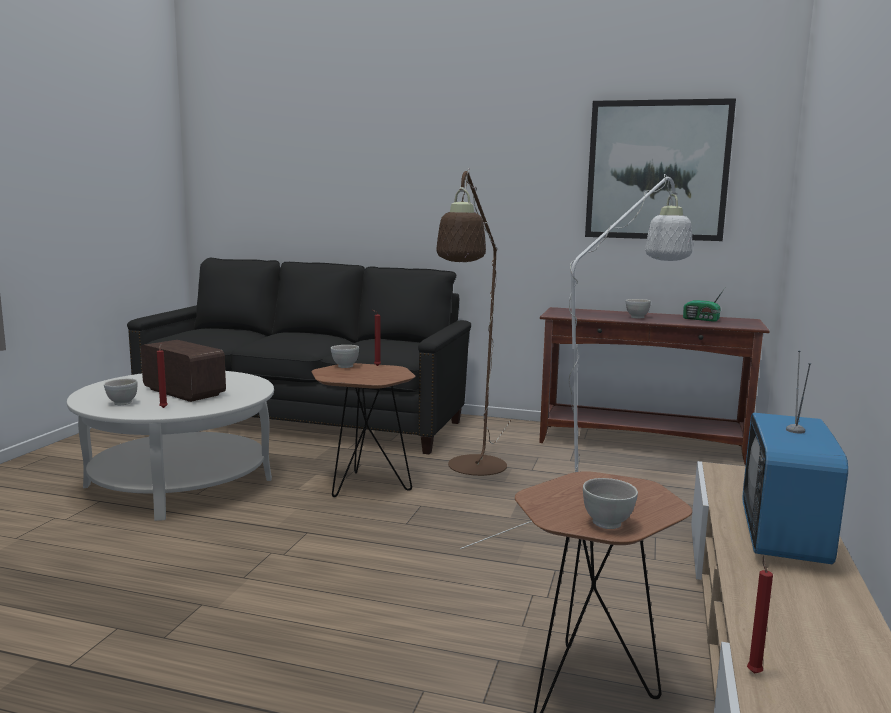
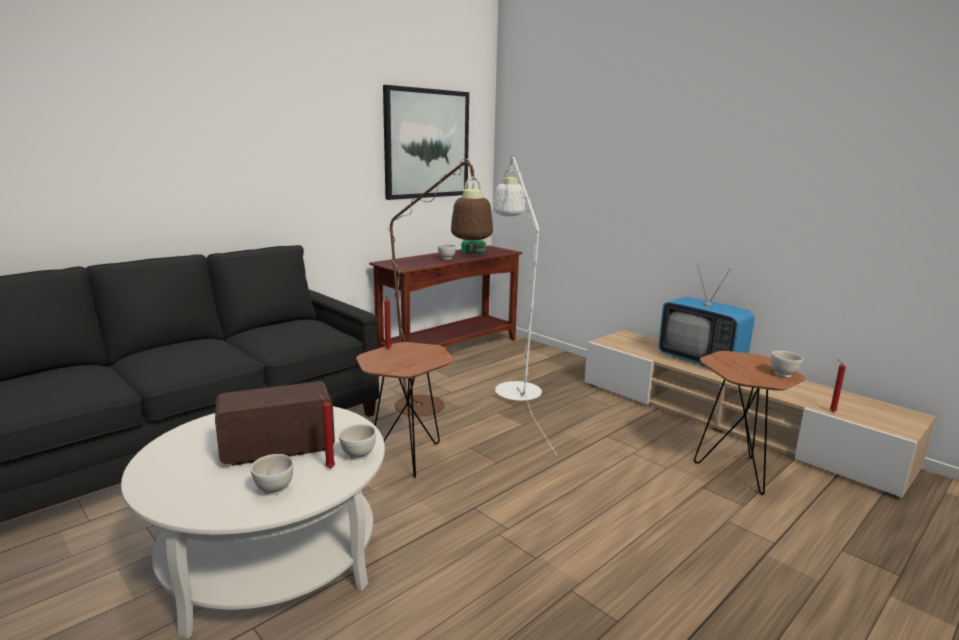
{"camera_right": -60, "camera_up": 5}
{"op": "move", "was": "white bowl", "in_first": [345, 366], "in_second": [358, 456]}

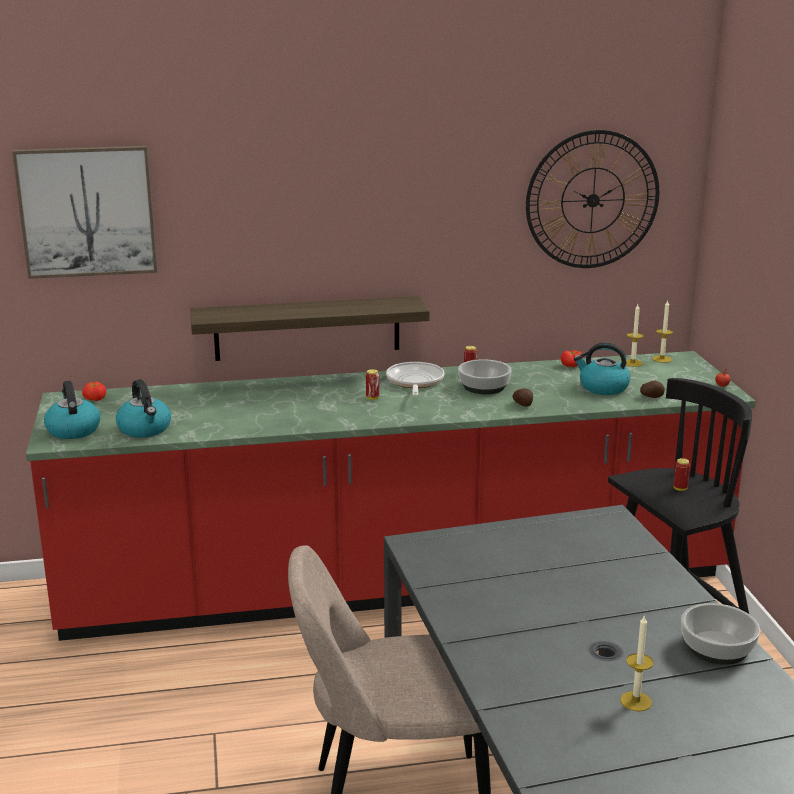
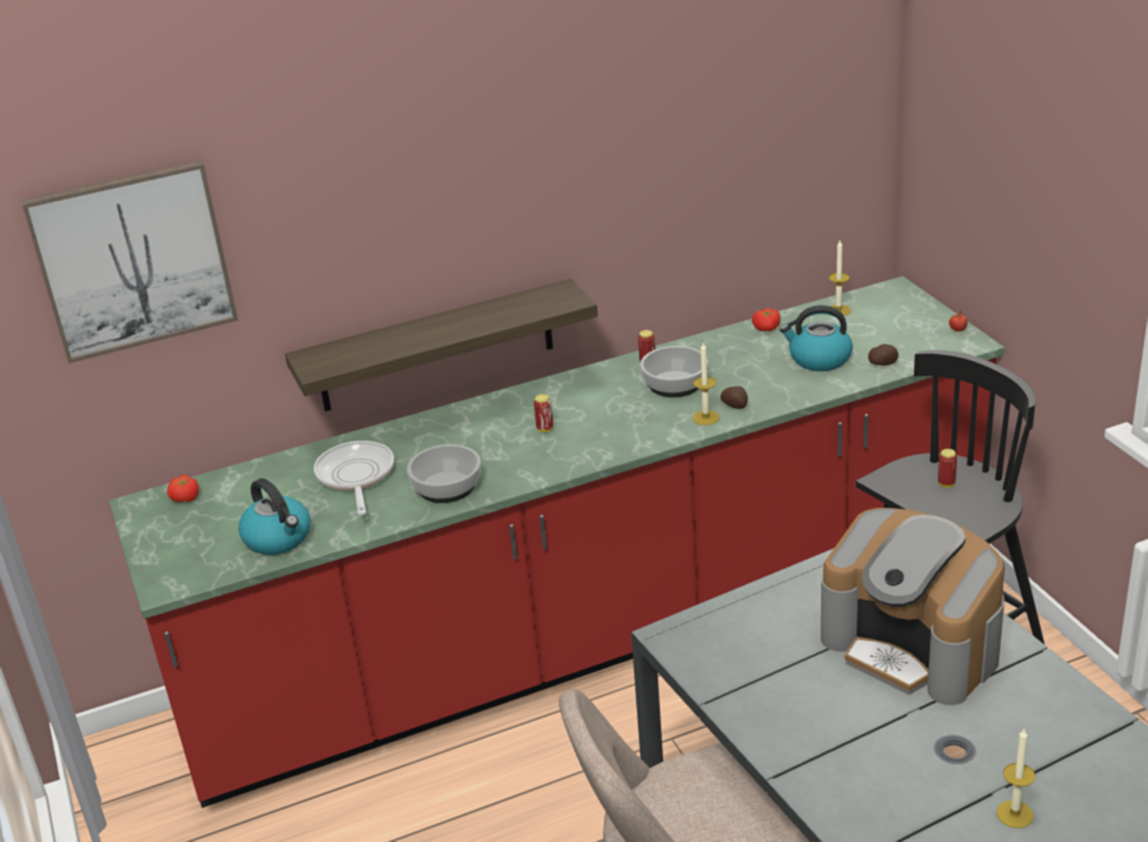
{"camera_right": -10, "camera_up": 10}
{"op": "move", "was": "frying pan", "in_first": [414, 382], "in_second": [355, 477]}
{"op": "move", "was": "bowl", "in_first": [716, 647], "in_second": [446, 486]}
{"op": "move", "was": "candle", "in_first": [662, 359], "in_second": [705, 417]}
{"op": "insert", "now": "coffee machine", "in_second": [913, 646]}
{"op": "delete", "was": "kettle", "in_first": [73, 430]}
{"op": "delete", "was": "wall clock", "in_first": [592, 200]}

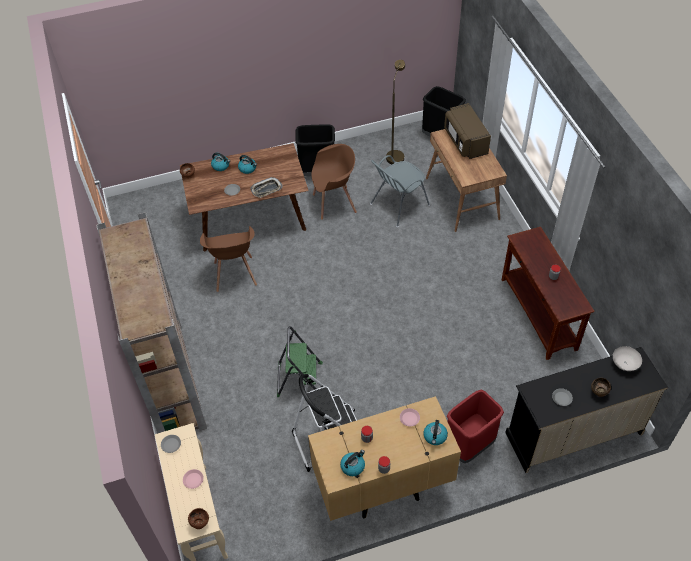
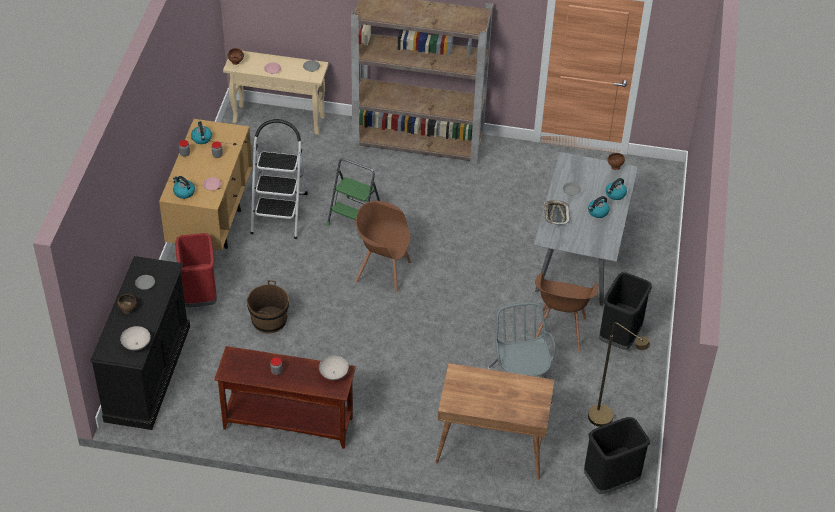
{"camera_right": 115, "camera_up": -5}
{"op": "insert", "now": "brown bucket", "in_second": [269, 320]}
{"op": "insert", "now": "white bowl", "in_second": [333, 374]}
{"op": "move", "was": "brown chair", "in_first": [235, 274], "in_second": [382, 271]}
{"op": "recolor", "was": "brown dining table", "now": "grey dining table", "in_first": [250, 220], "in_second": [579, 254]}
{"op": "delete", "was": "brown microwave", "in_first": [465, 141]}

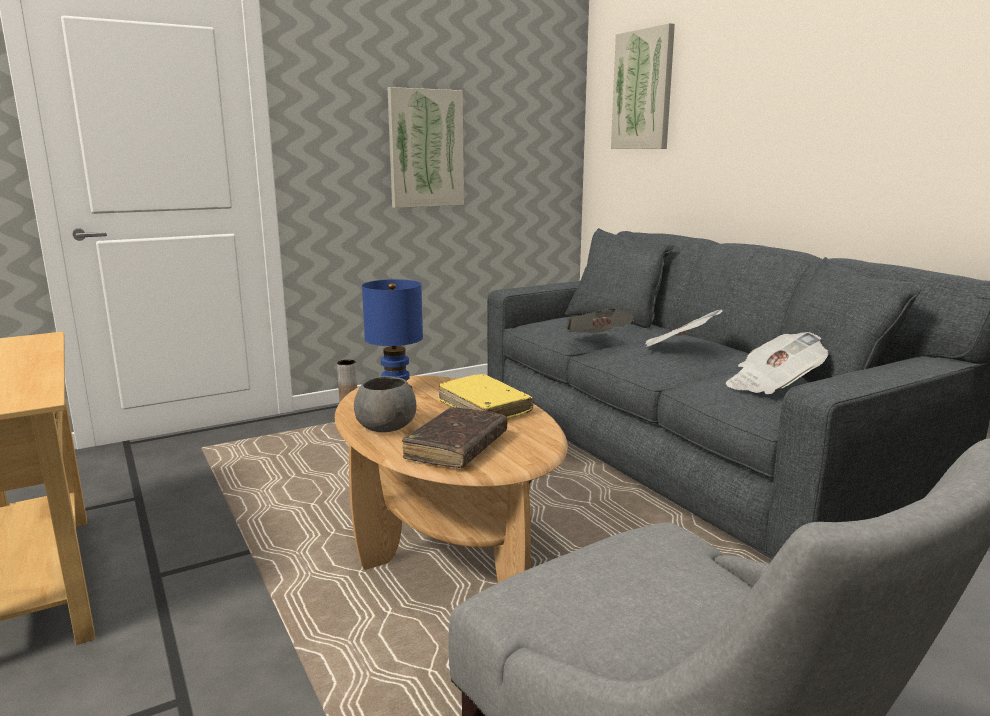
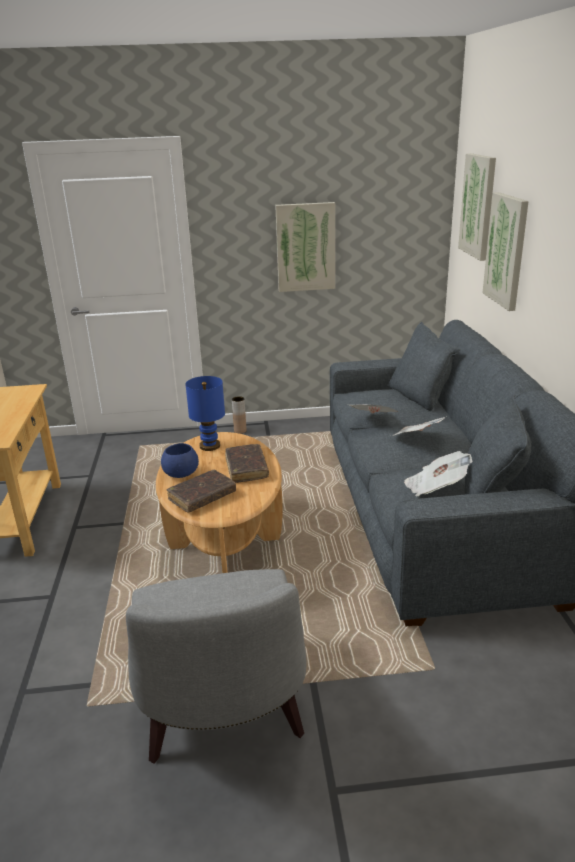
{"camera_right": 25, "camera_up": 10}
{"op": "recolor", "was": "grey bowl", "now": "blue bowl", "in_first": [385, 427], "in_second": [180, 473]}
{"op": "recolor", "was": "yellow book", "now": "brown book", "in_first": [484, 408], "in_second": [246, 468]}
{"op": "insert", "now": "picture", "in_second": [506, 250]}

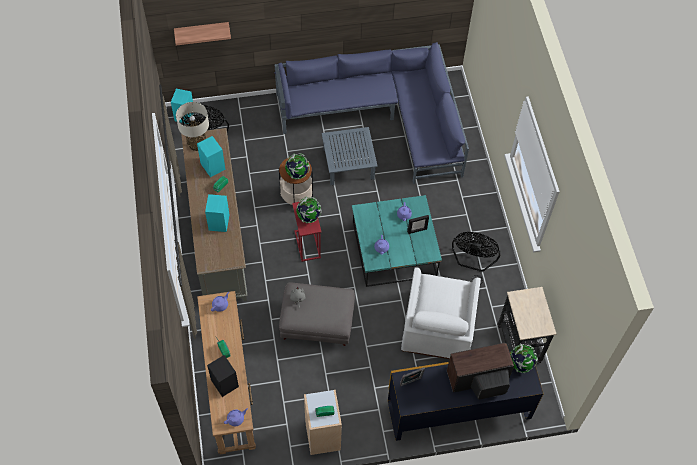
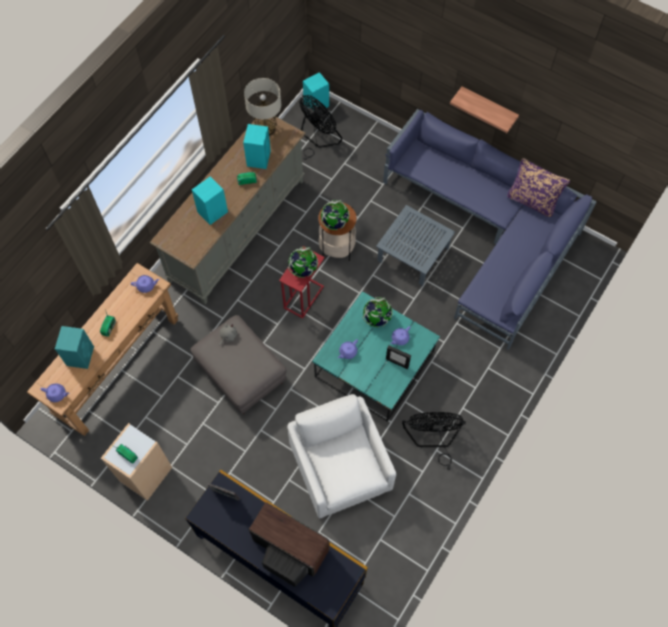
{"camera_right": 45, "camera_up": 5}
{"op": "recolor", "was": "black speaker", "now": "turquoise speaker", "in_first": [224, 383], "in_second": [80, 355]}
{"op": "rotate", "was": "white armchair", "in_first": [437, 325], "in_second": [341, 466], "clockwise": 105}
{"op": "move", "was": "globe", "in_first": [520, 364], "in_second": [376, 319]}
{"op": "rotate", "was": "black fan", "in_first": [473, 263], "in_second": [434, 438], "clockwise": -60}
{"op": "move", "was": "shelf", "in_first": [202, 31], "in_second": [488, 107]}
{"op": "insert", "now": "purple pillow", "in_second": [532, 202]}
{"op": "delete", "was": "cart", "in_first": [519, 344]}

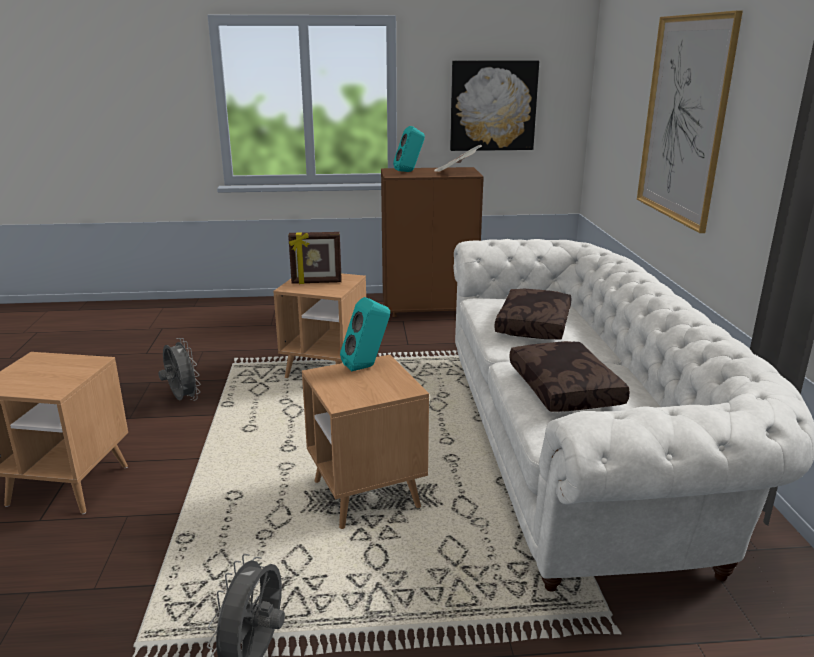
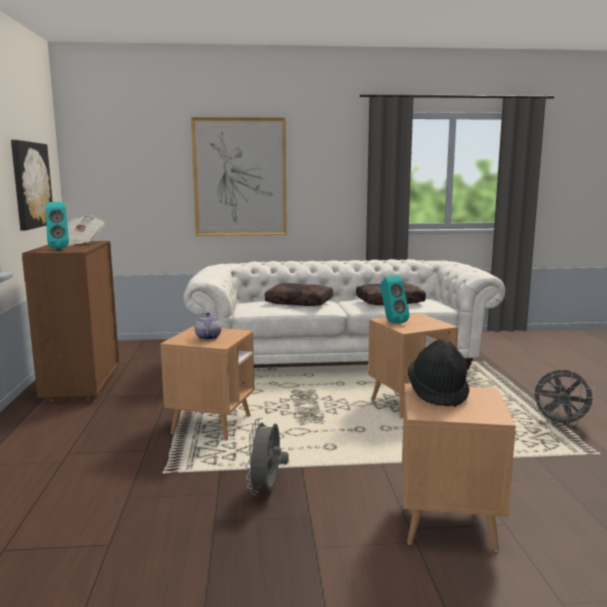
{"camera_right": -90, "camera_up": -10}
{"op": "replace", "was": "picture frame", "now": "teapot", "in_first": [316, 282], "in_second": [208, 337]}
{"op": "rotate", "was": "grey fan", "in_first": [182, 399], "in_second": [267, 490], "clockwise": -45}
{"op": "insert", "now": "black hat", "in_second": [438, 393]}

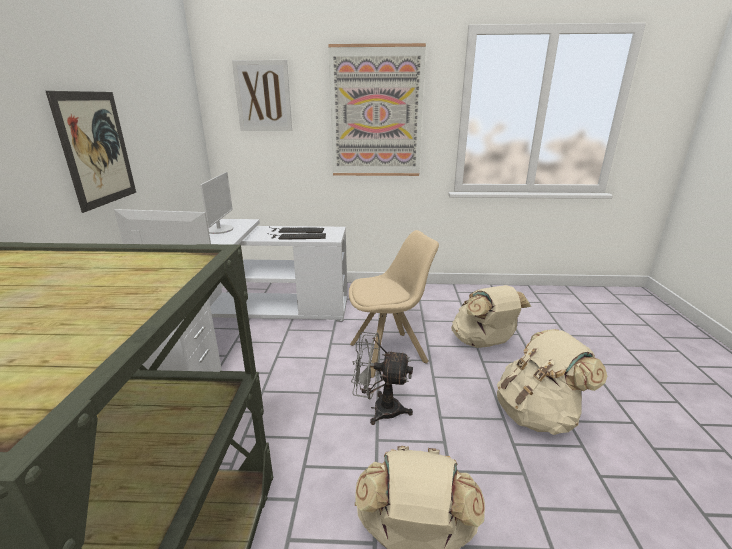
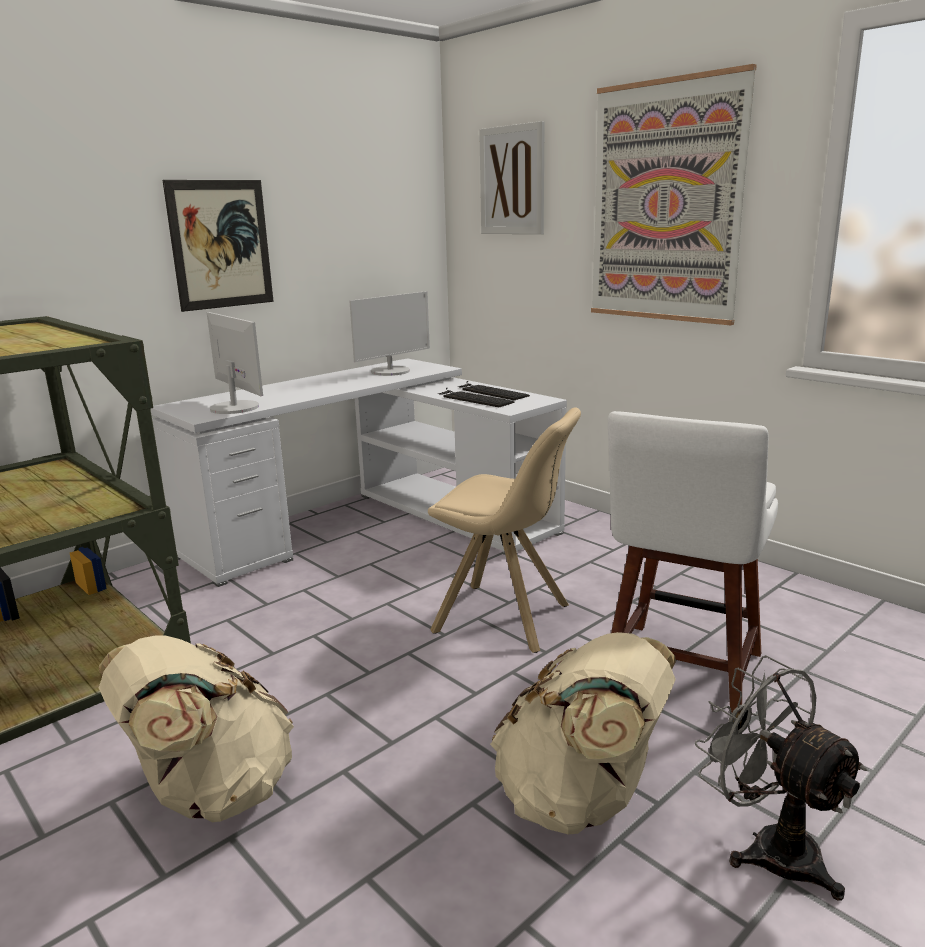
{"camera_right": 45, "camera_up": -5}
{"op": "replace", "was": "beige backpack", "now": "white stool", "in_first": [484, 343], "in_second": [679, 673]}
{"op": "move", "was": "grey fan", "in_first": [379, 409], "in_second": [770, 847]}

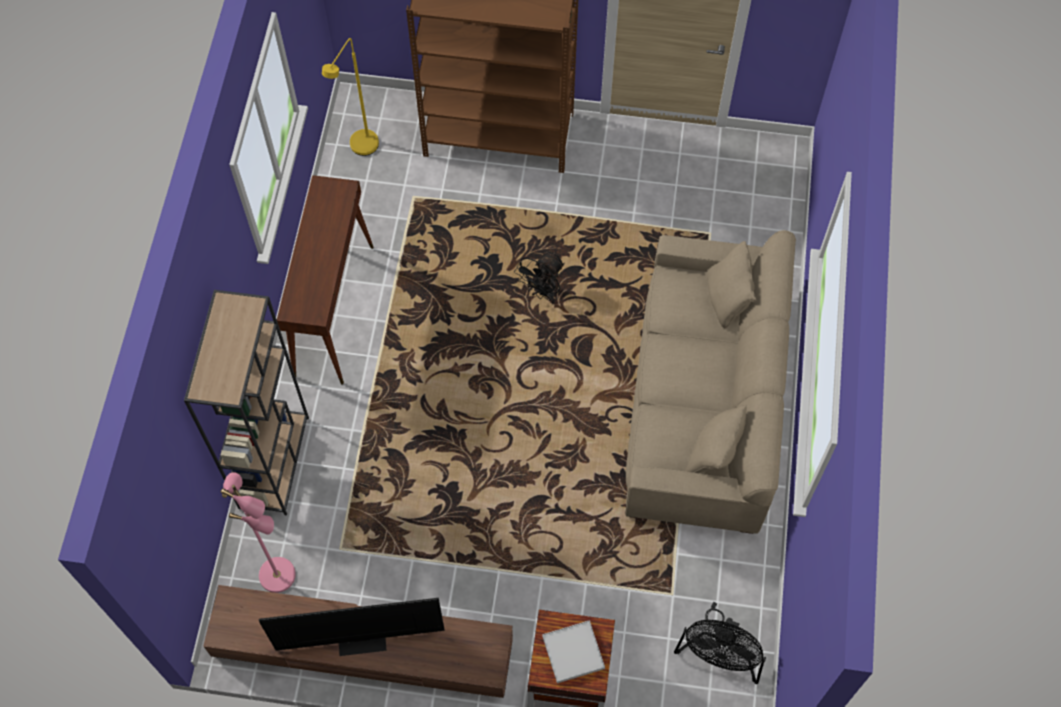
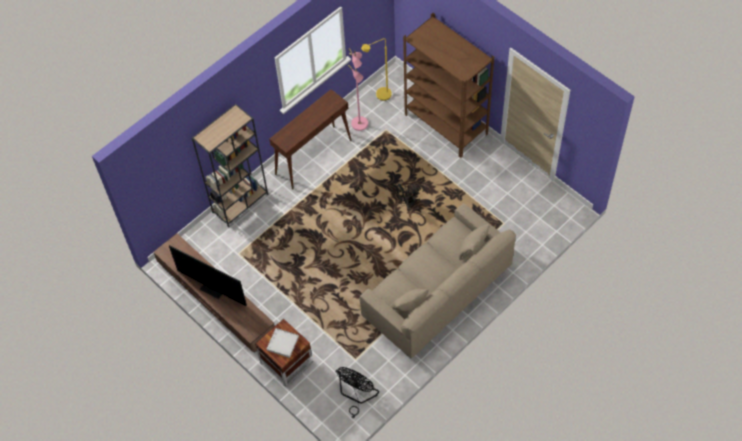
{"camera_right": 40, "camera_up": -5}
{"op": "rotate", "was": "black fan", "in_first": [718, 650], "in_second": [355, 394], "clockwise": 150}
{"op": "move", "was": "pink floor lamp", "in_first": [278, 574], "in_second": [360, 124]}

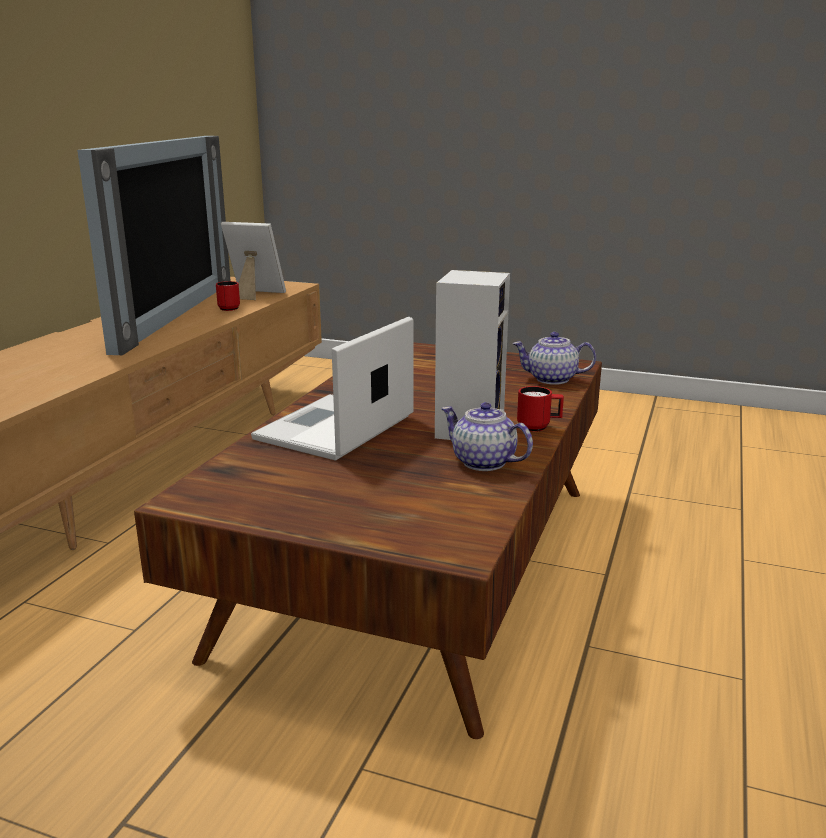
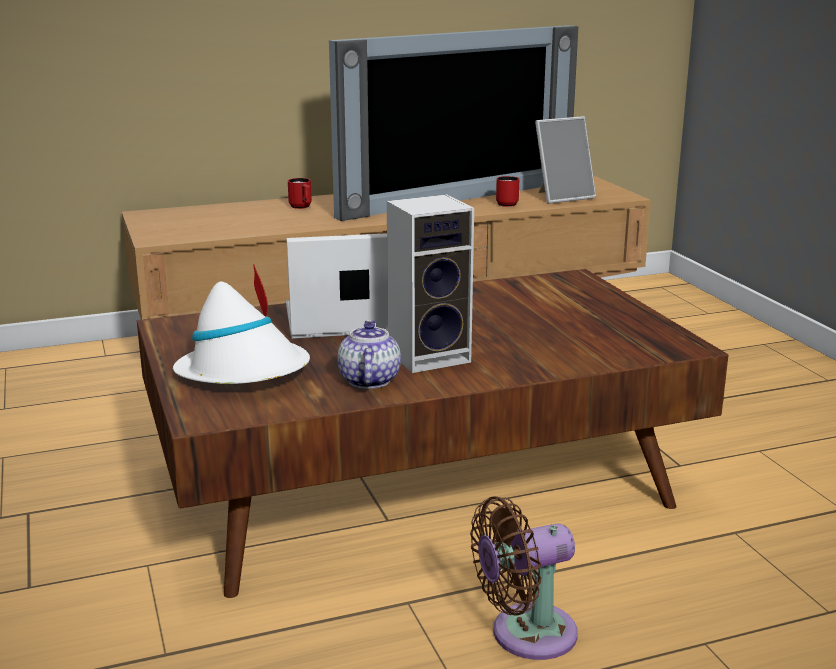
{"camera_right": 50, "camera_up": 0}
{"op": "insert", "now": "white hat", "in_second": [245, 372]}
{"op": "move", "was": "red mug", "in_first": [539, 427], "in_second": [302, 207]}
{"op": "insert", "now": "brown fan", "in_second": [525, 634]}
{"op": "rotate", "was": "picture frame", "in_first": [254, 294], "in_second": [562, 197], "clockwise": 90}
{"op": "delete", "was": "teapot", "in_first": [551, 379]}

